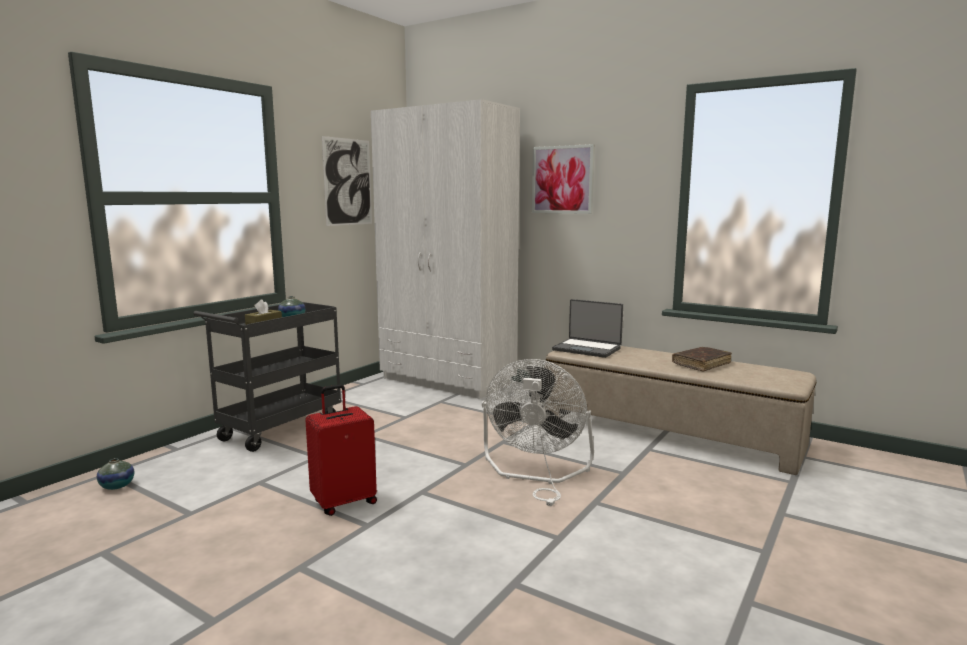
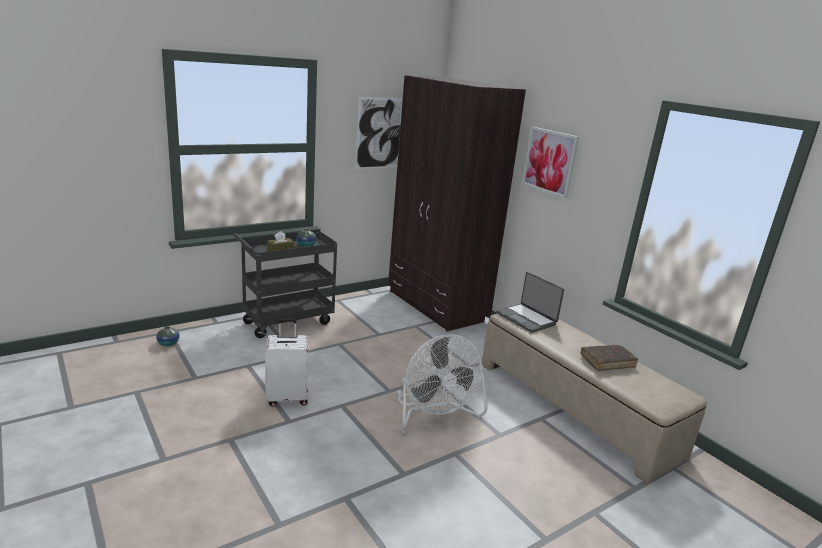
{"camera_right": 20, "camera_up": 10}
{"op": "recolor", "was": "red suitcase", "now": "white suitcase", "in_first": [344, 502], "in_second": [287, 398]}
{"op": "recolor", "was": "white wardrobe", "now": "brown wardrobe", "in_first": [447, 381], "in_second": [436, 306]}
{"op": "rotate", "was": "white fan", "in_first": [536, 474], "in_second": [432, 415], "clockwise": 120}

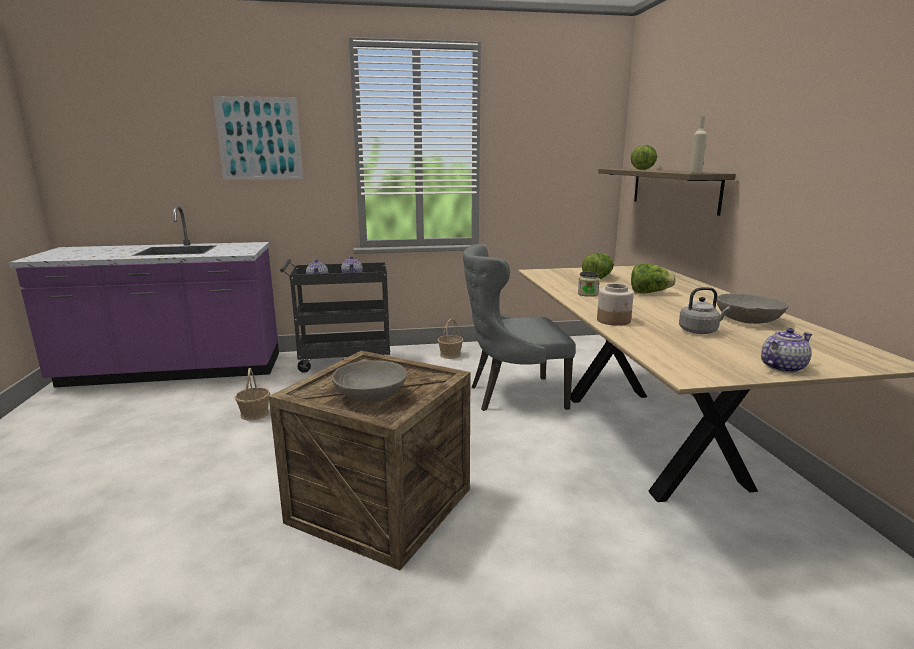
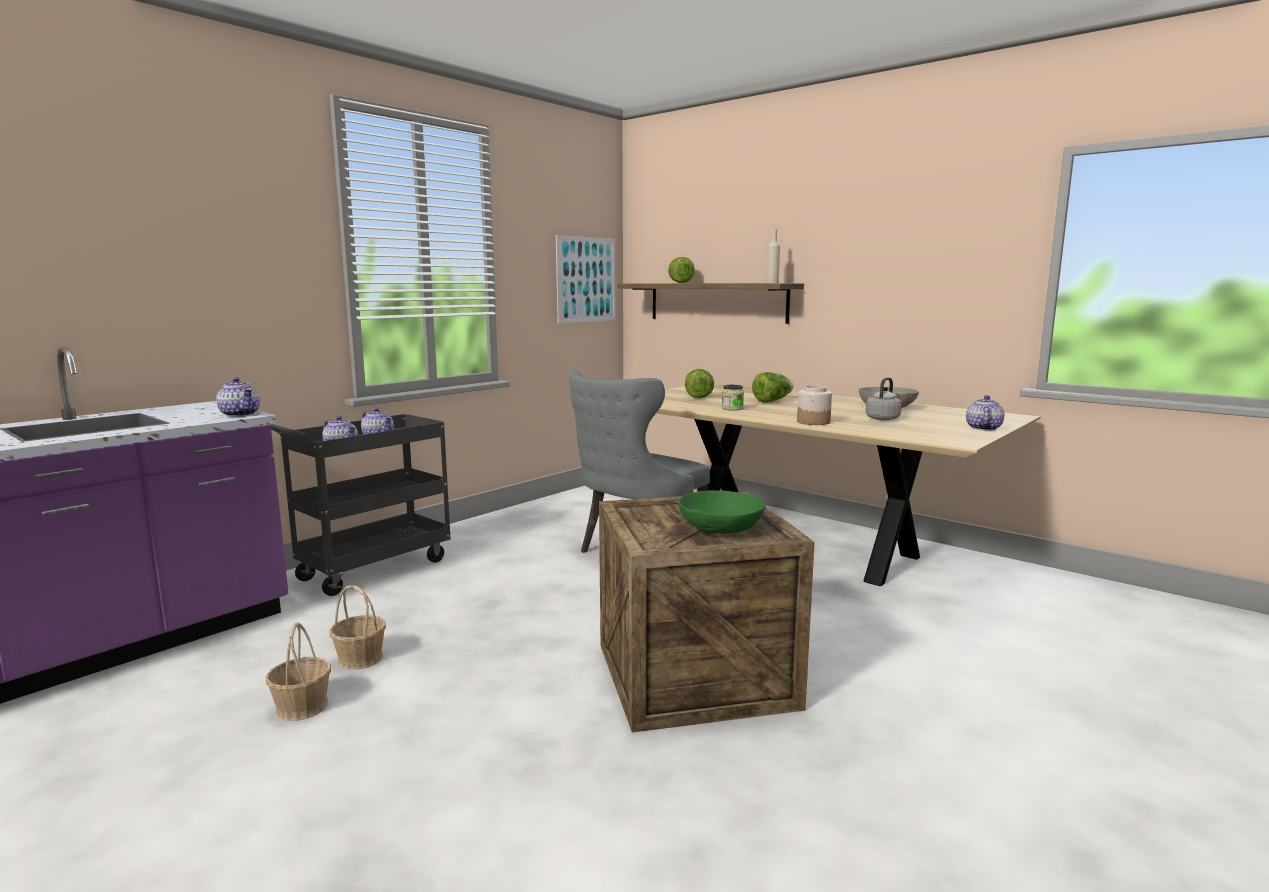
{"camera_right": -40, "camera_up": -5}
{"op": "insert", "now": "teapot", "in_second": [240, 414]}
{"op": "move", "was": "basket", "in_first": [450, 355], "in_second": [301, 707]}
{"op": "move", "was": "picture", "in_first": [259, 139], "in_second": [586, 279]}
{"op": "recolor", "was": "grey bowl", "now": "green bowl", "in_first": [370, 395], "in_second": [721, 529]}

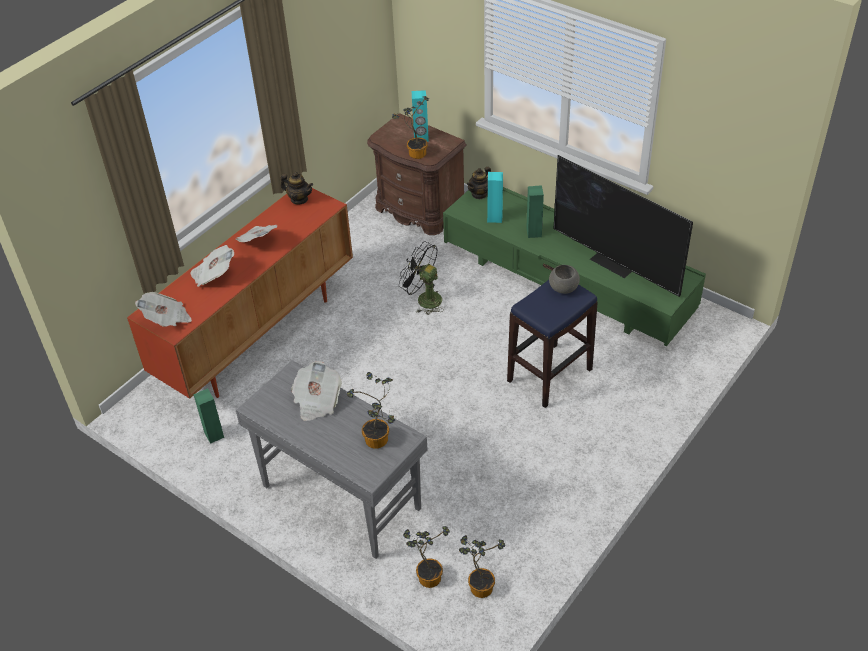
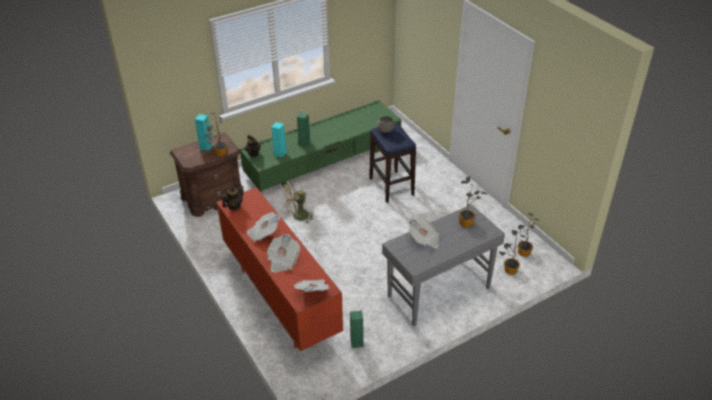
{"camera_right": -70, "camera_up": -5}
{"op": "recolor", "was": "black fan", "now": "beige fan", "in_first": [424, 299], "in_second": [298, 217]}
{"op": "delete", "was": "television", "in_first": [614, 263]}

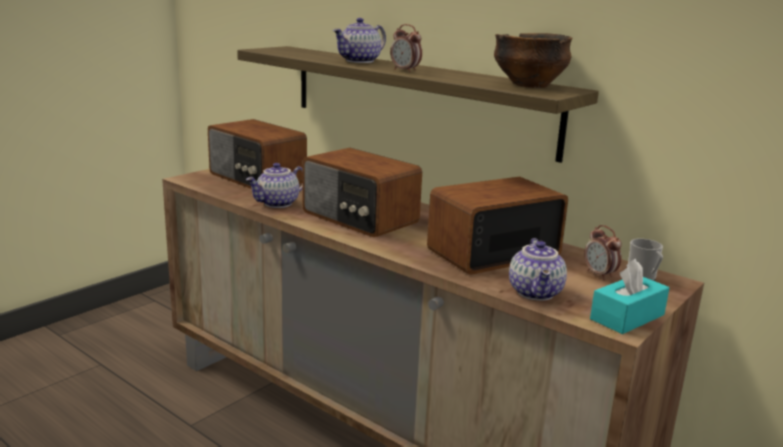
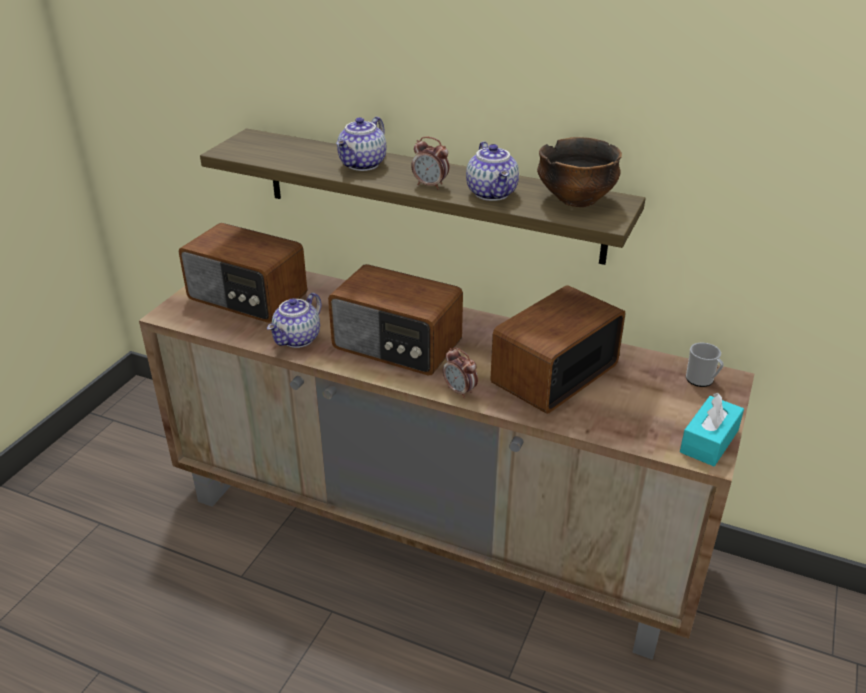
{"camera_right": -15, "camera_up": 15}
{"op": "move", "was": "alarm clock", "in_first": [599, 275], "in_second": [460, 391]}
{"op": "move", "was": "teapot", "in_first": [536, 293], "in_second": [493, 194]}

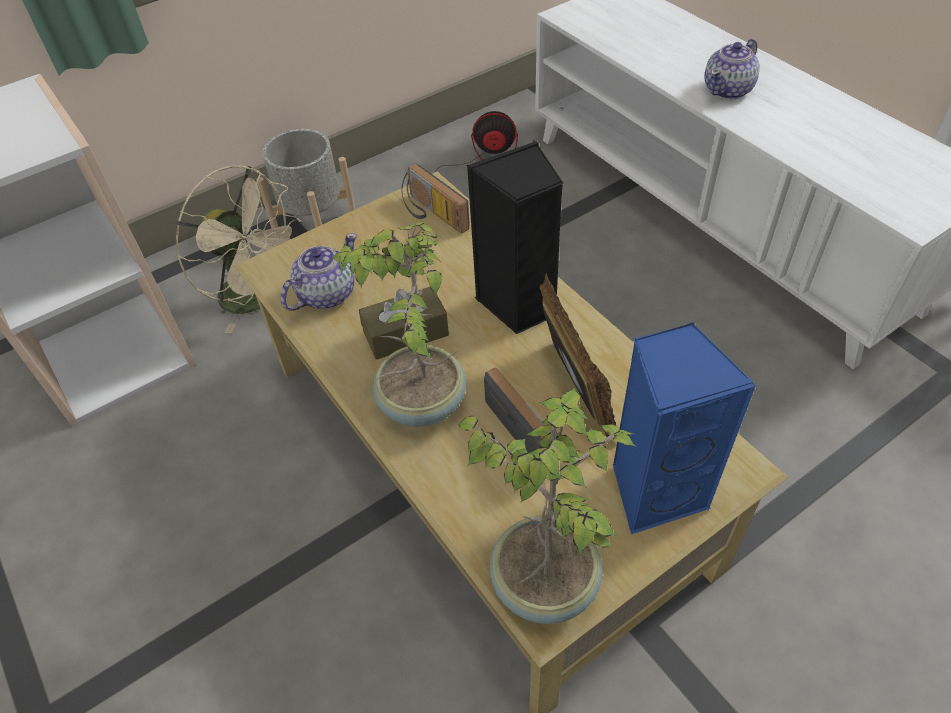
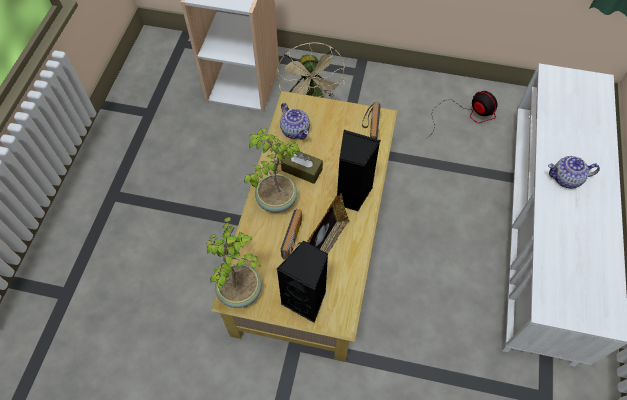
{"camera_right": 45, "camera_up": 10}
{"op": "recolor", "was": "blue speaker", "now": "black speaker", "in_first": [654, 490], "in_second": [306, 300]}
{"op": "rotate", "was": "teapot", "in_first": [325, 294], "in_second": [295, 130], "clockwise": 60}
{"op": "delete", "was": "grey planter", "in_first": [314, 223]}

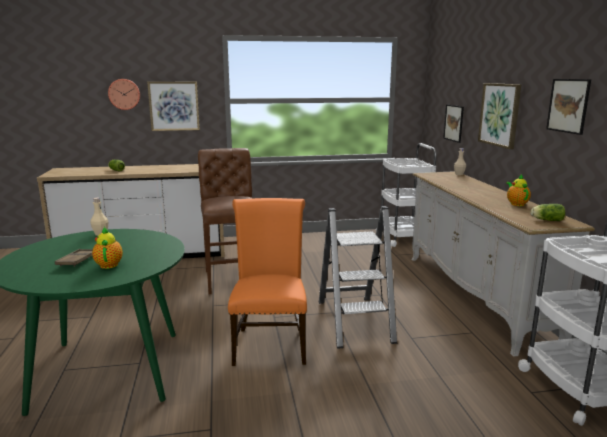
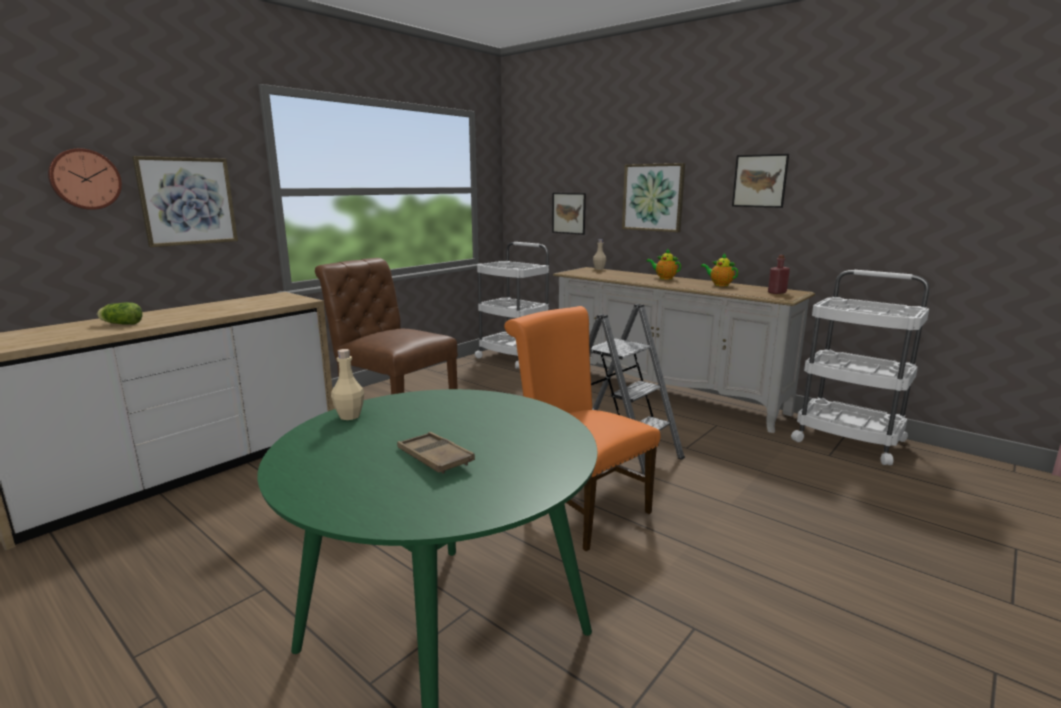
{"camera_right": -40, "camera_up": 0}
{"op": "move", "was": "teapot", "in_first": [109, 264], "in_second": [664, 278]}
{"op": "replace", "was": "lettuce", "now": "red bottle", "in_first": [546, 220], "in_second": [777, 292]}

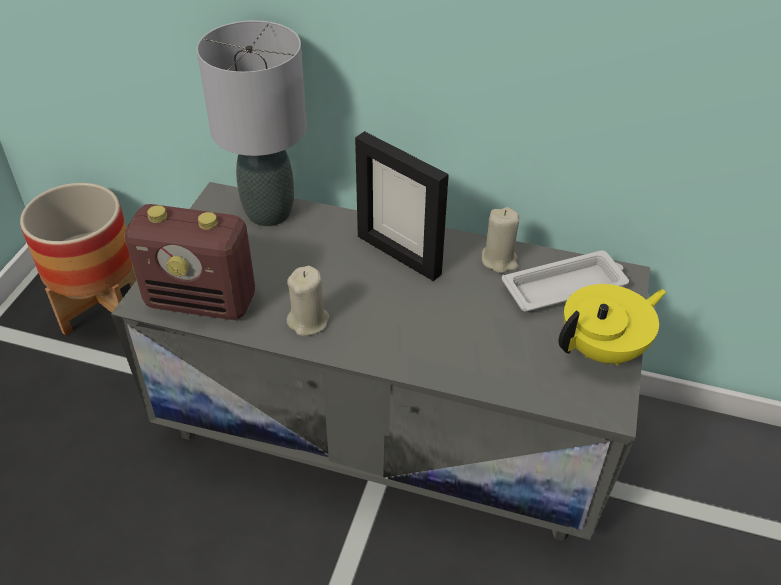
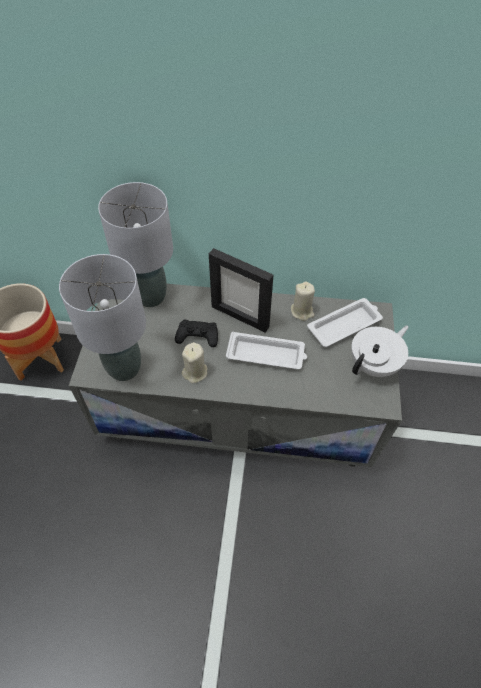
{"camera_right": -10, "camera_up": 10}
{"op": "replace", "was": "radio", "now": "grey table lamp", "in_first": [202, 301], "in_second": [125, 368]}
{"op": "insert", "now": "black game controller", "in_second": [197, 336]}
{"op": "insert", "now": "white tray", "in_second": [267, 354]}
{"op": "recolor", "was": "yellow teapot", "now": "white teapot", "in_first": [604, 349], "in_second": [375, 365]}

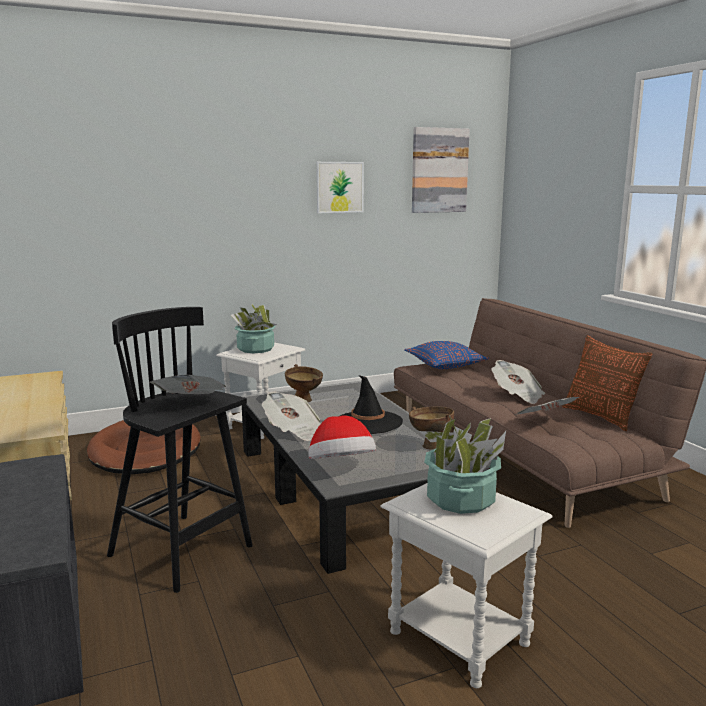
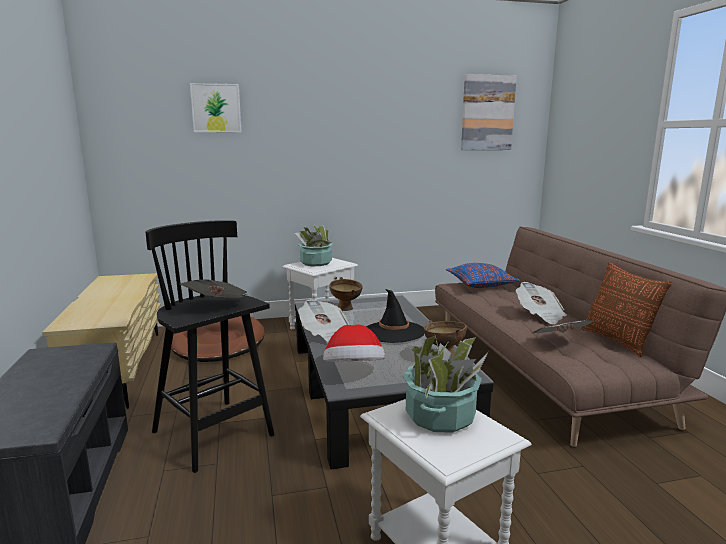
{"camera_right": 10, "camera_up": 0}
{"op": "move", "was": "picture", "in_first": [339, 187], "in_second": [216, 108]}

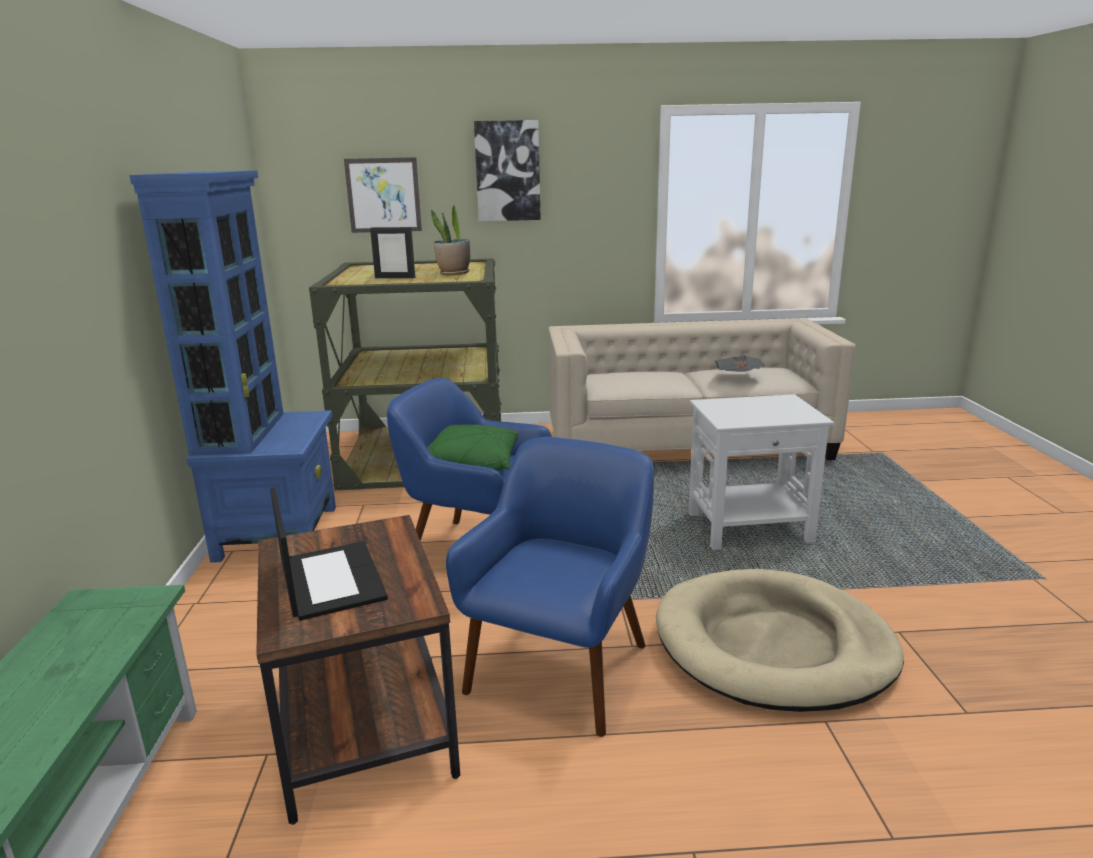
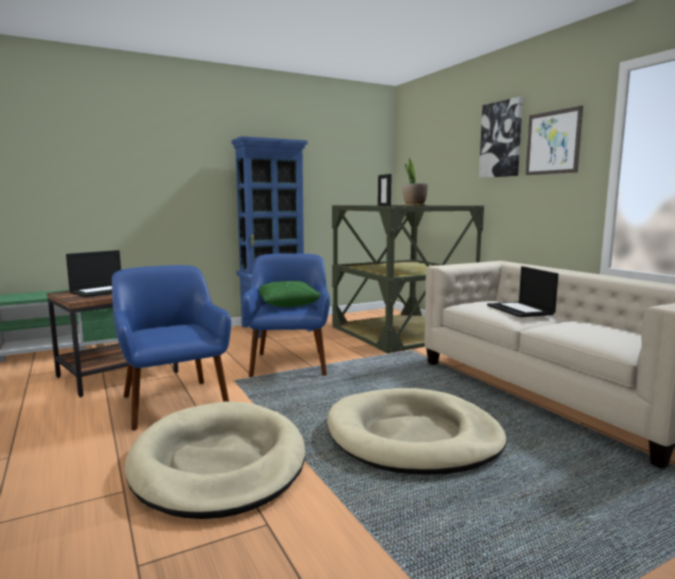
{"camera_right": 65, "camera_up": -10}
{"op": "rotate", "was": "blue armchair", "in_first": [561, 668], "in_second": [173, 403], "clockwise": -120}
{"op": "replace", "was": "white side table", "now": "beige dog bed", "in_first": [750, 527], "in_second": [413, 437]}
{"op": "insert", "now": "laptop", "in_second": [520, 310]}
{"op": "move", "was": "picture", "in_first": [383, 195], "in_second": [553, 142]}
{"op": "delete", "was": "newspaper", "in_first": [738, 378]}

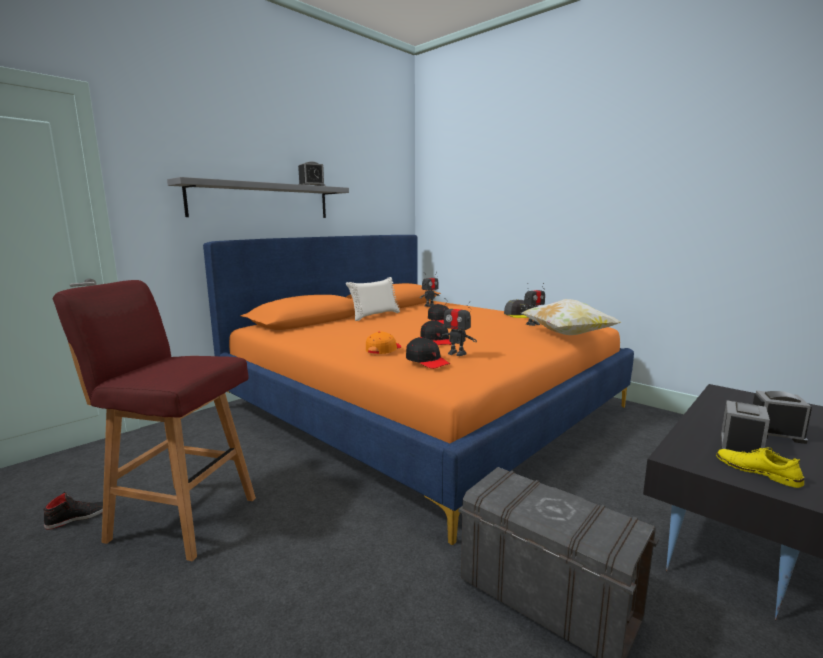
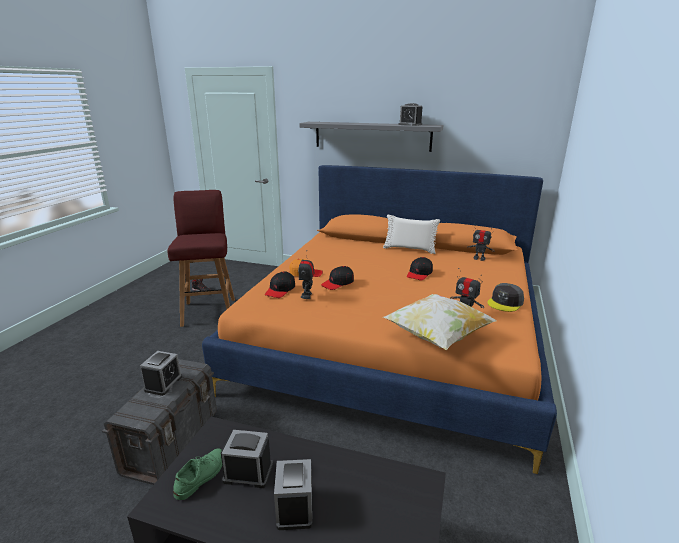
{"camera_right": 65, "camera_up": 10}
{"op": "insert", "now": "alarm clock", "in_second": [163, 383]}
{"op": "recolor", "was": "yellow shoe", "now": "green shoe", "in_first": [757, 471], "in_second": [201, 476]}

